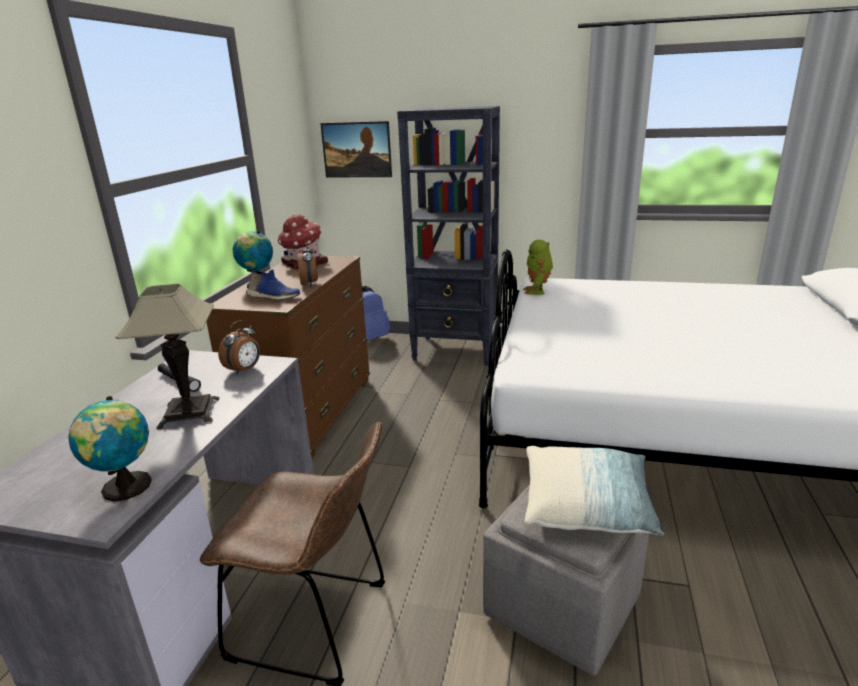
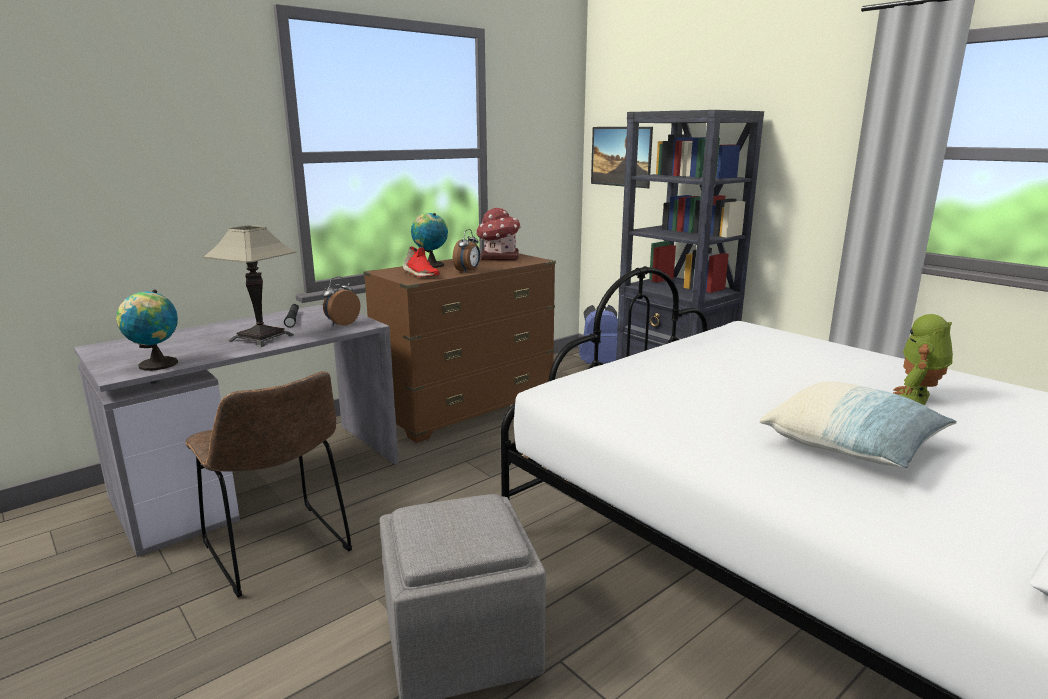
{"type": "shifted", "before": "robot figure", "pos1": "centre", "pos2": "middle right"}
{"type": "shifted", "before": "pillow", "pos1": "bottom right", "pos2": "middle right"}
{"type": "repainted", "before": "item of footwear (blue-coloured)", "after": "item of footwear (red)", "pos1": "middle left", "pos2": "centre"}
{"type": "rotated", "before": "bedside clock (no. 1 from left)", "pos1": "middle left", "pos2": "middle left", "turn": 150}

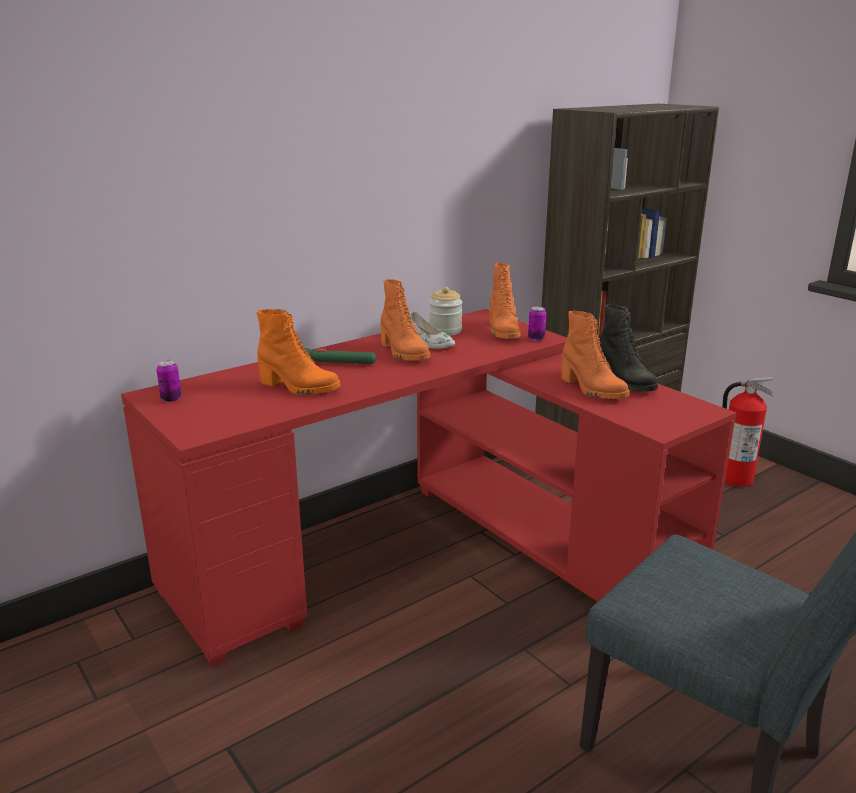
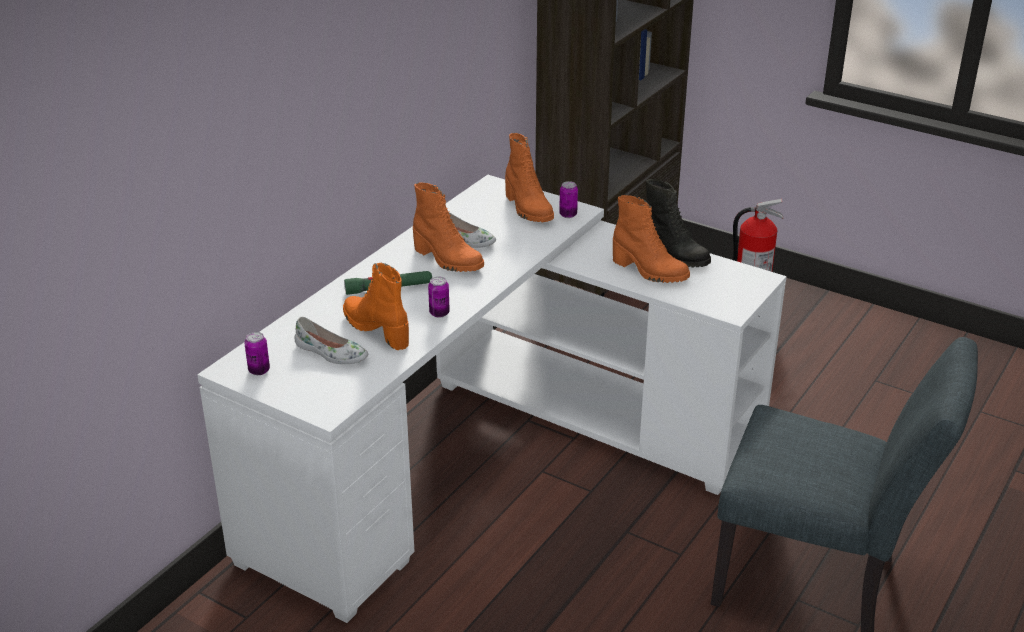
{"type": "gone", "before": "preserve jar", "pos1": "centre"}
{"type": "new", "after": "item of footwear (white) (no. 1 from left)", "pos2": "middle left"}
{"type": "new", "after": "metal can (no. 2 from left)", "pos2": "centre"}
{"type": "repainted", "before": "desk unit (red)", "after": "desk unit (white)", "pos1": "centre", "pos2": "centre"}
{"type": "rotated", "before": "boot (orange-coloured) (no. 1 from left)", "pos1": "centre", "pos2": "centre", "turn": -135}

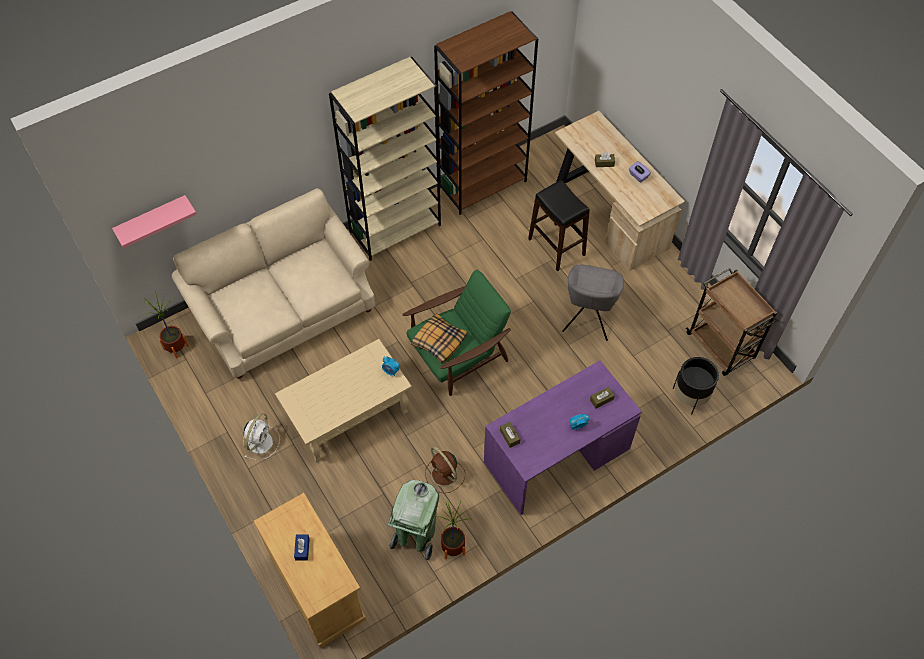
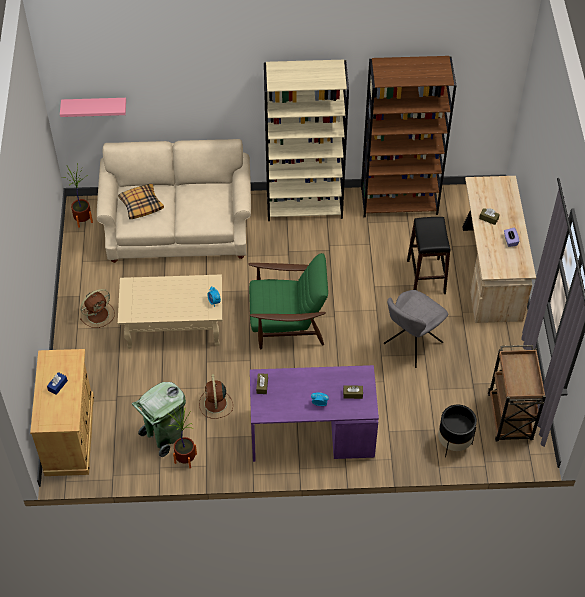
{"type": "shifted", "before": "pillow", "pos1": "centre", "pos2": "middle left"}
{"type": "repainted", "before": "cooling fan (white)", "after": "cooling fan (brownish) (no. 1 from left)", "pos1": "middle left", "pos2": "middle left"}

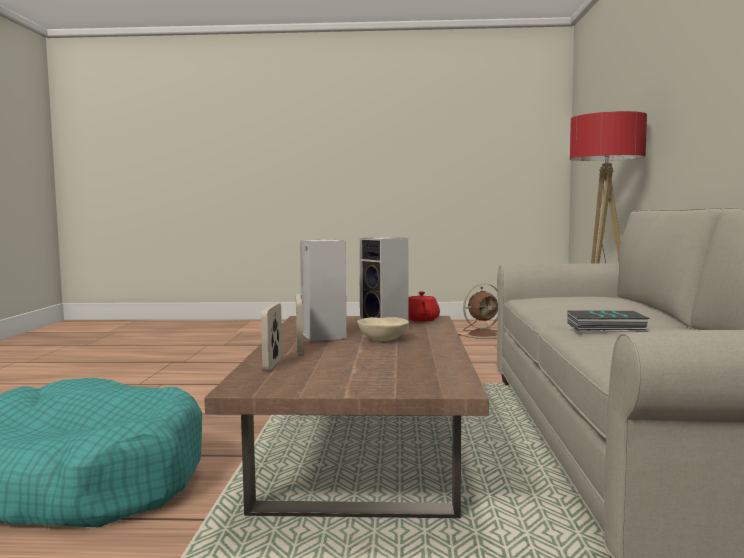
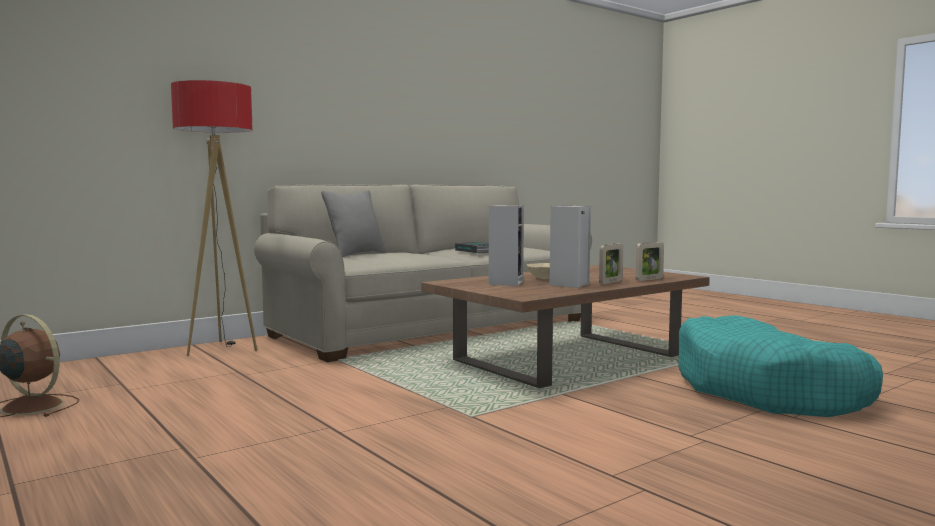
{"type": "gone", "before": "tea pot (red)", "pos1": "centre"}
{"type": "new", "after": "pillow (greyish)", "pos2": "centre"}

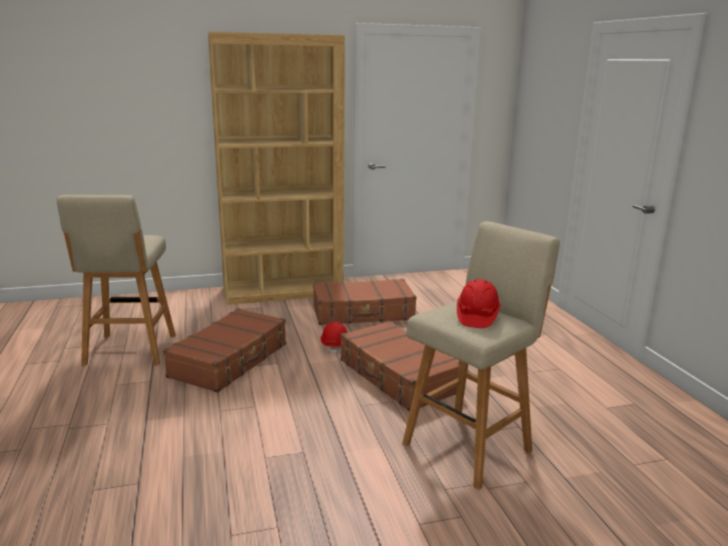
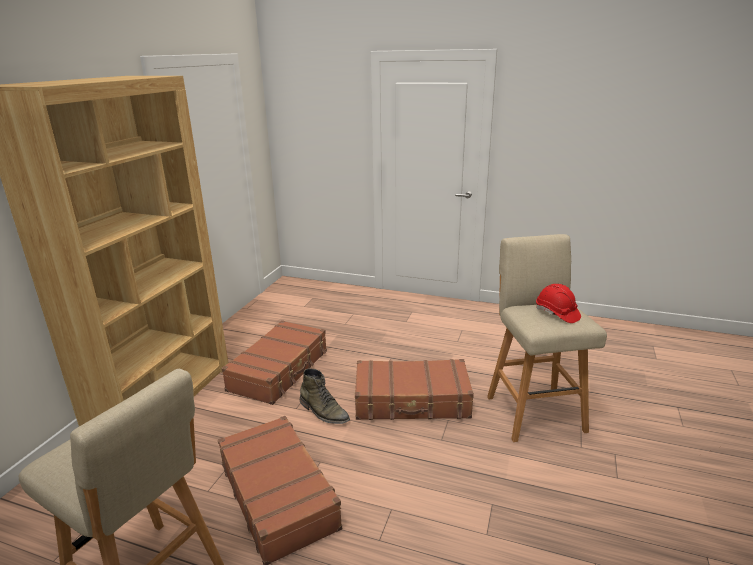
{"type": "swapped", "before": "work helmet (red) (no. 1 from left)", "after": "boot (green)", "pos1": "centre", "pos2": "bottom centre"}

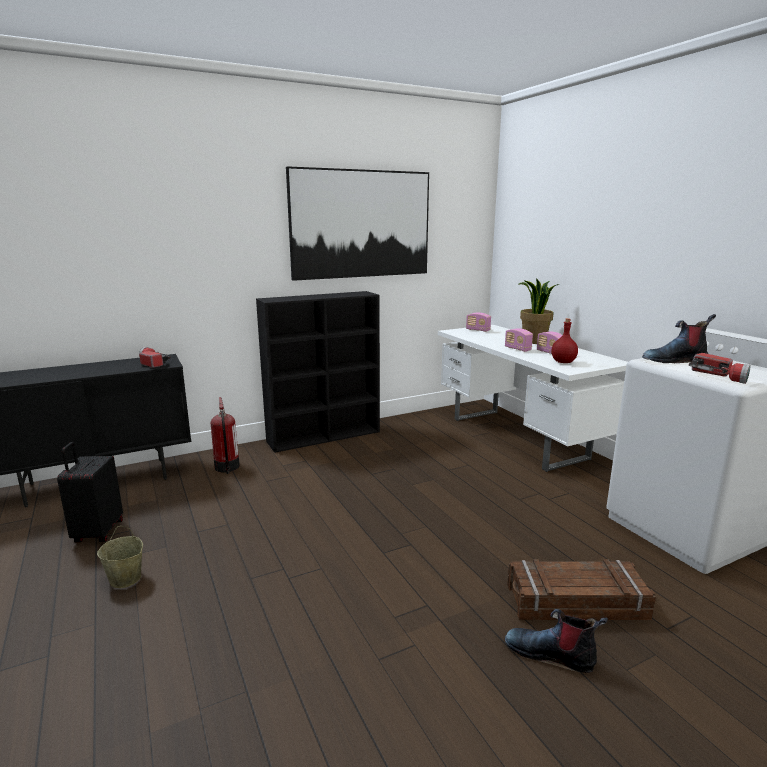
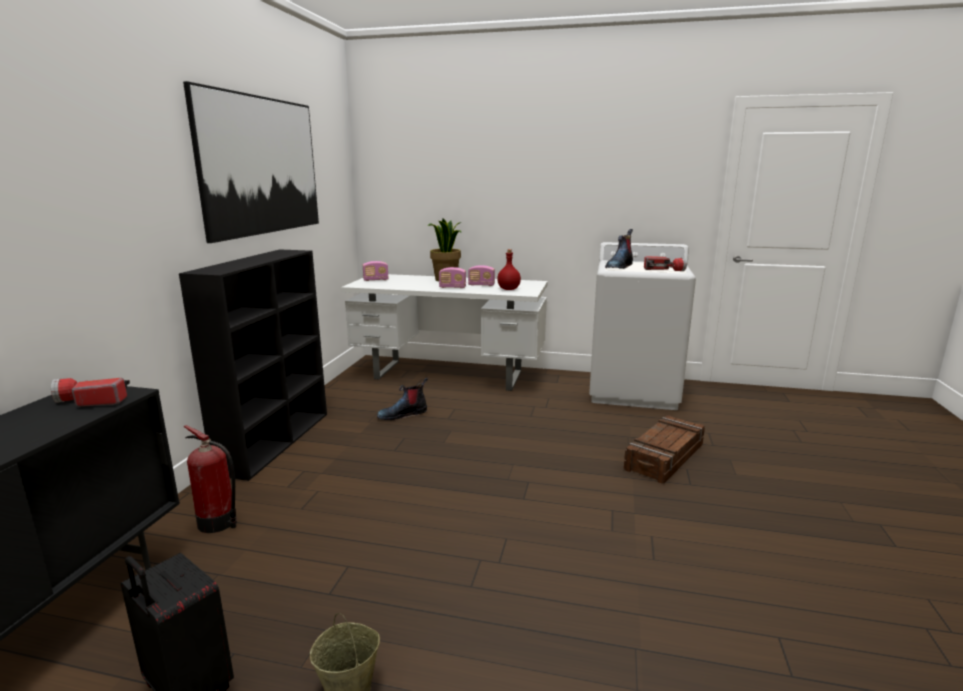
{"type": "shifted", "before": "boot (no. 1 from left)", "pos1": "bottom right", "pos2": "centre"}

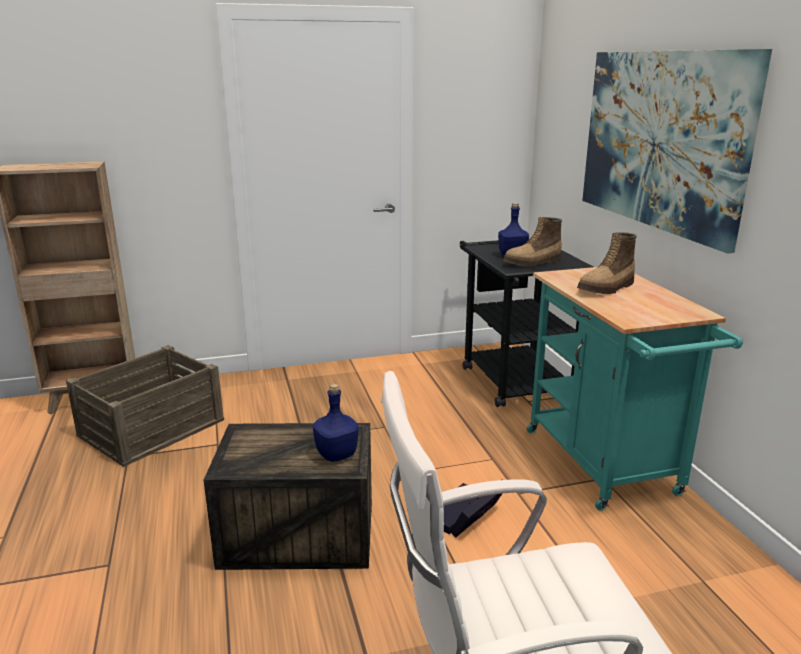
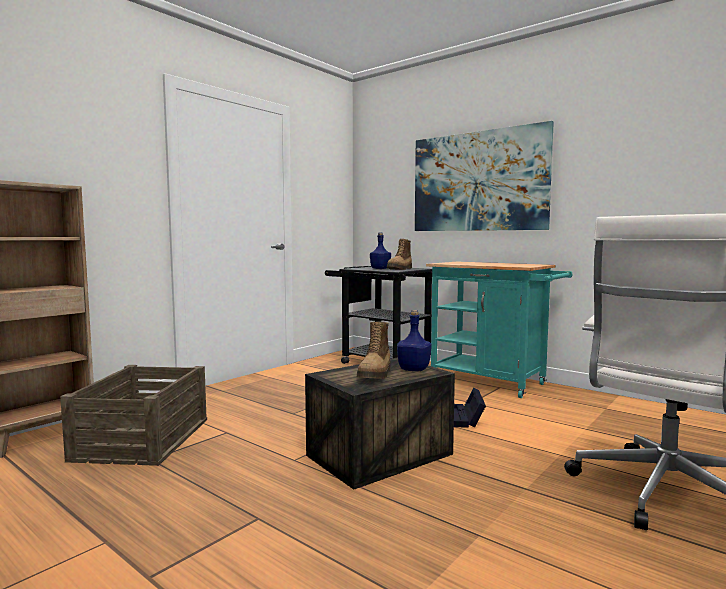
{"type": "shifted", "before": "boot (no. 2 from left in the first image)", "after": "boot (no. 1 from left)", "pos1": "middle right", "pos2": "centre"}

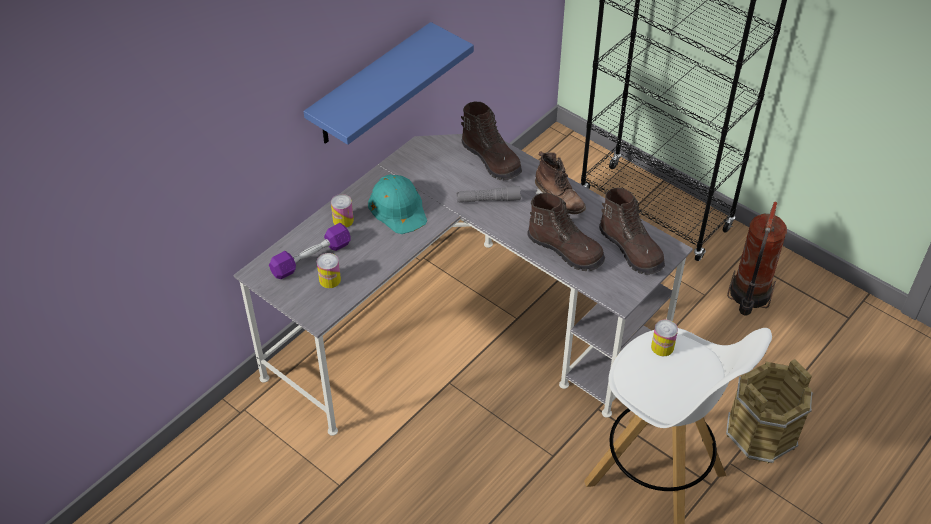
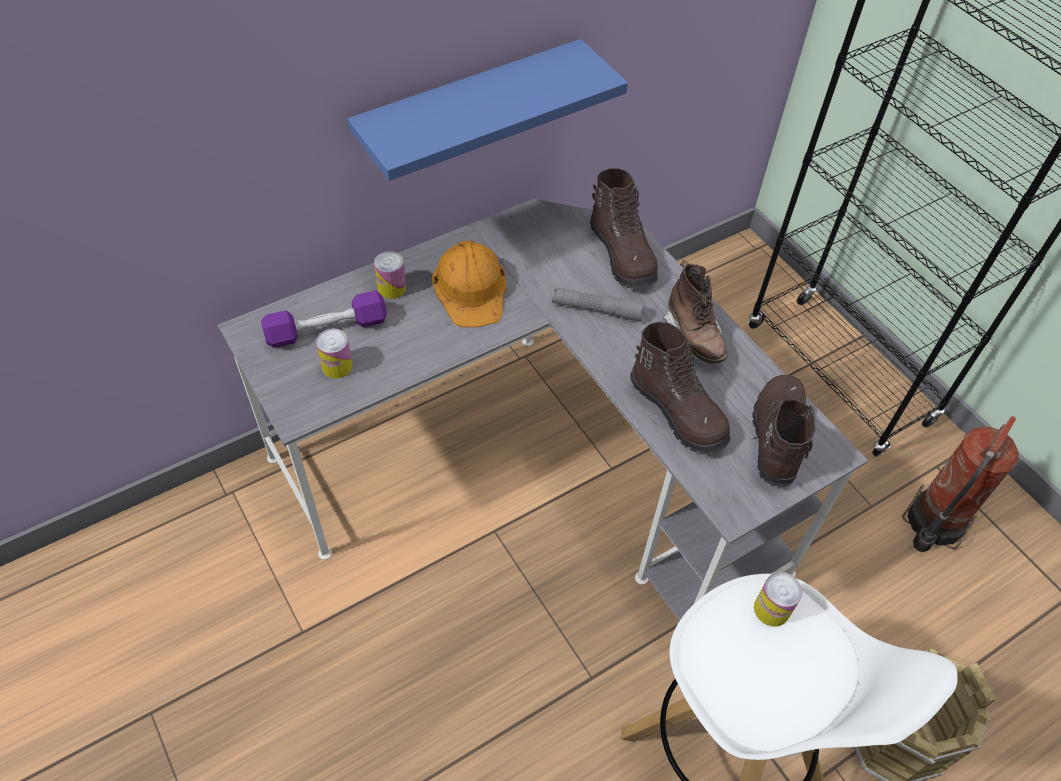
{"type": "repainted", "before": "work helmet (turquoise)", "after": "work helmet (orange-coloured)", "pos1": "centre", "pos2": "centre"}
{"type": "rotated", "before": "boot (brownish) (no. 4 from left)", "pos1": "middle right", "pos2": "middle right", "turn": -150}

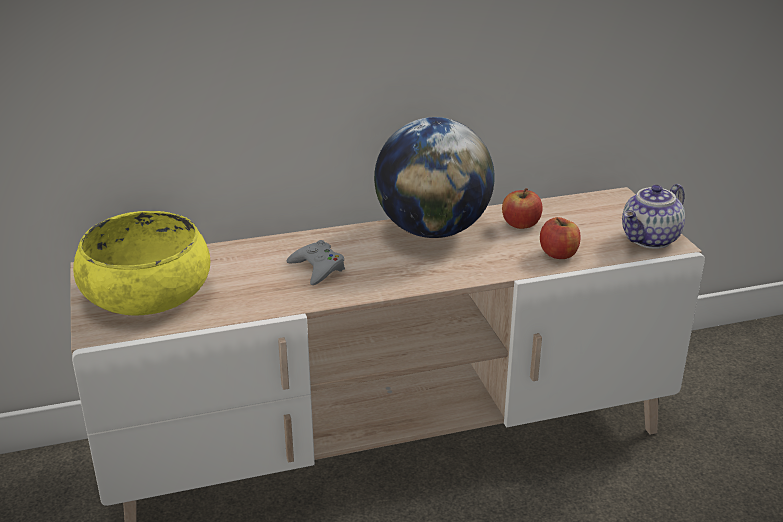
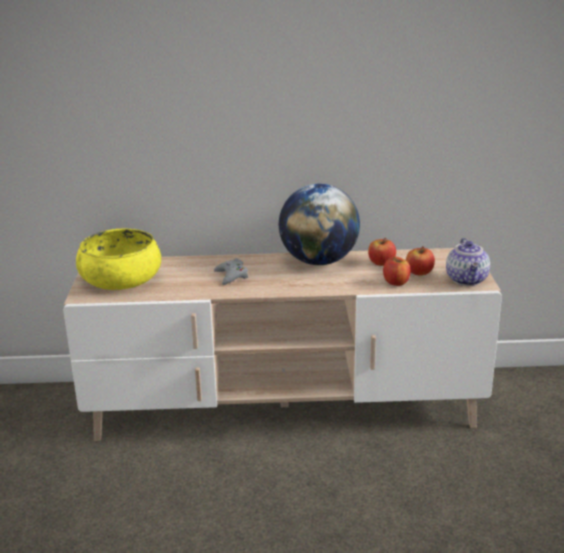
{"type": "new", "after": "whole apple (no. 3 from left)", "pos2": "middle right"}
{"type": "rotated", "before": "tea pot", "pos1": "middle right", "pos2": "middle right", "turn": -60}

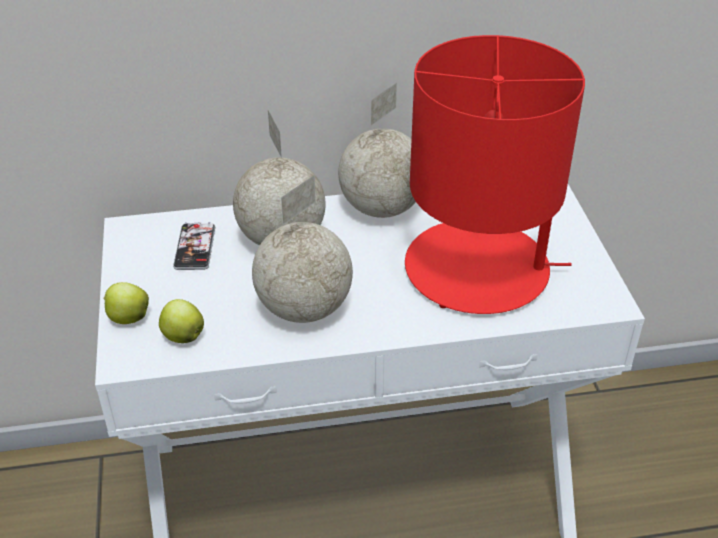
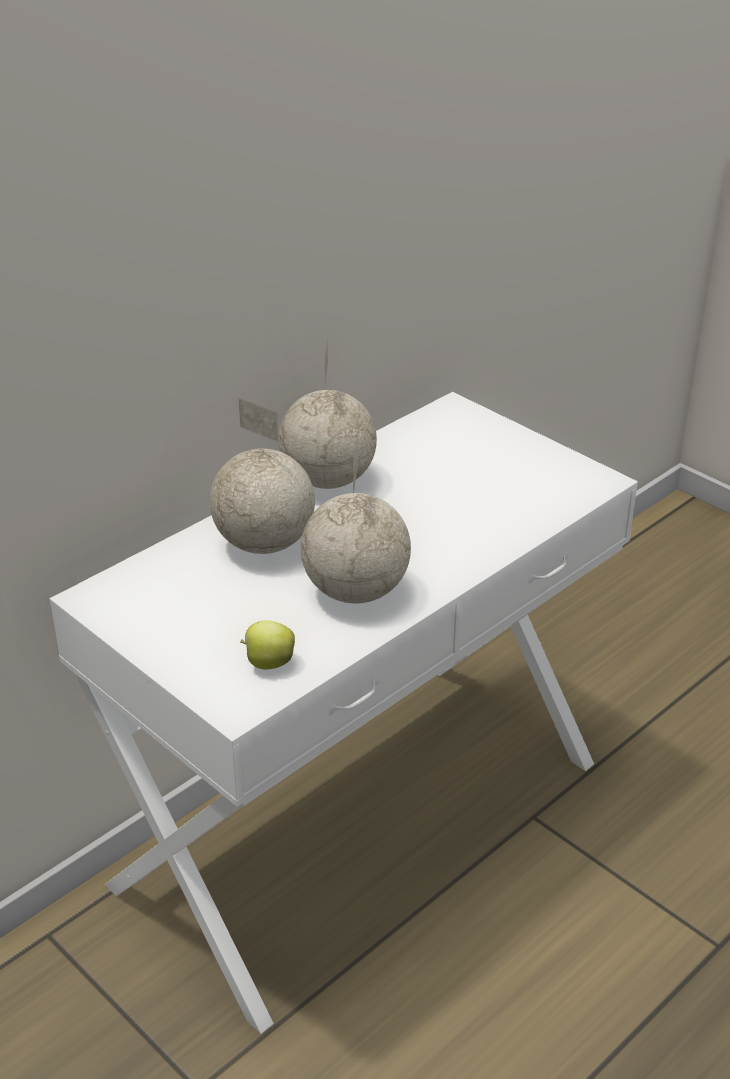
{"type": "gone", "before": "whole apple (no. 1 from left)", "pos1": "middle left"}
{"type": "gone", "before": "telephone", "pos1": "middle left"}
{"type": "gone", "before": "lamp for a table (red)", "pos1": "top right"}

